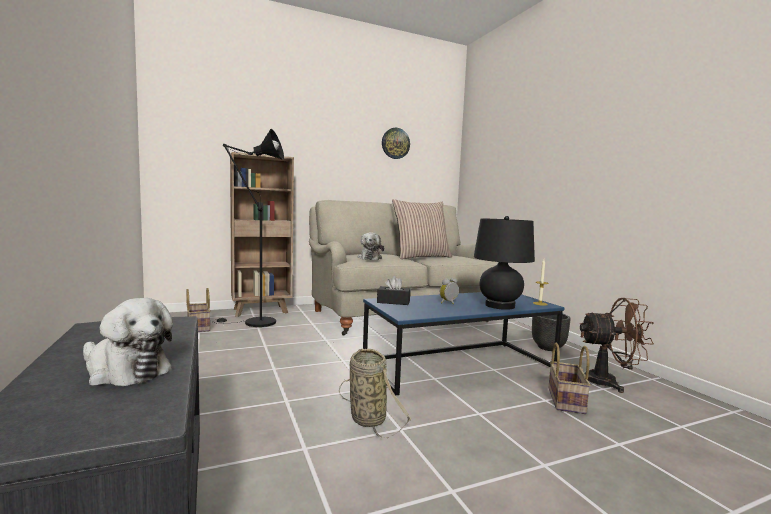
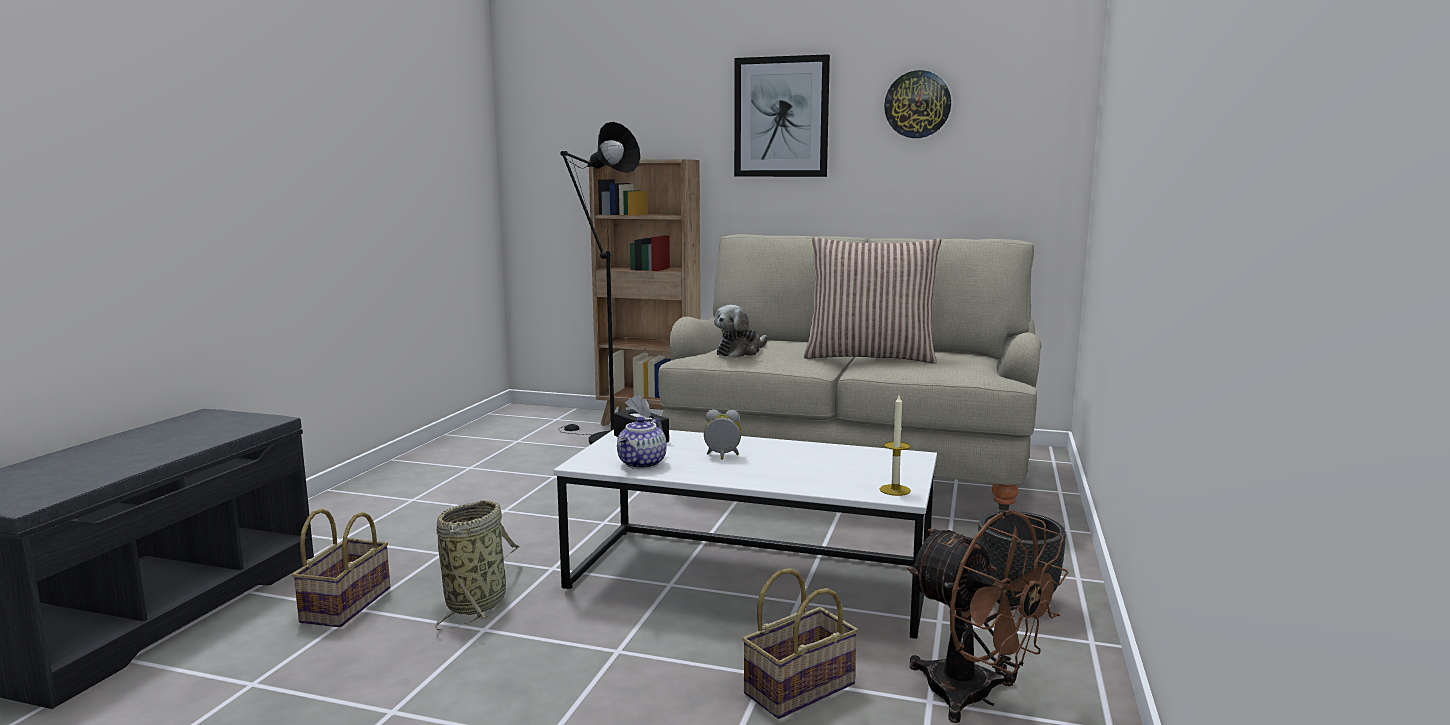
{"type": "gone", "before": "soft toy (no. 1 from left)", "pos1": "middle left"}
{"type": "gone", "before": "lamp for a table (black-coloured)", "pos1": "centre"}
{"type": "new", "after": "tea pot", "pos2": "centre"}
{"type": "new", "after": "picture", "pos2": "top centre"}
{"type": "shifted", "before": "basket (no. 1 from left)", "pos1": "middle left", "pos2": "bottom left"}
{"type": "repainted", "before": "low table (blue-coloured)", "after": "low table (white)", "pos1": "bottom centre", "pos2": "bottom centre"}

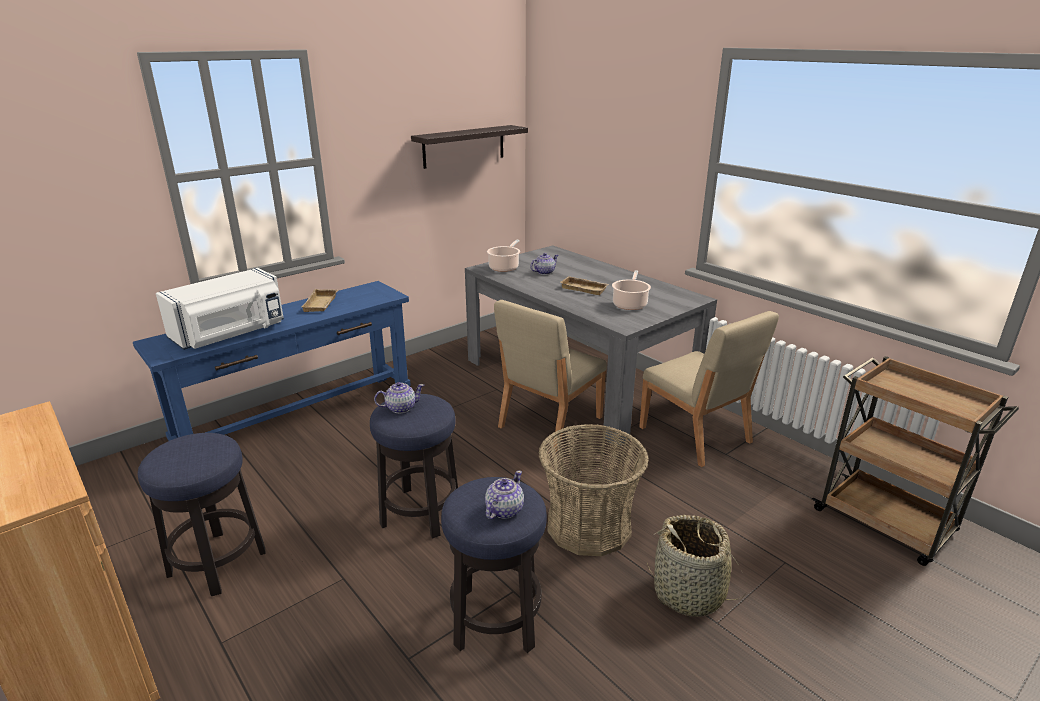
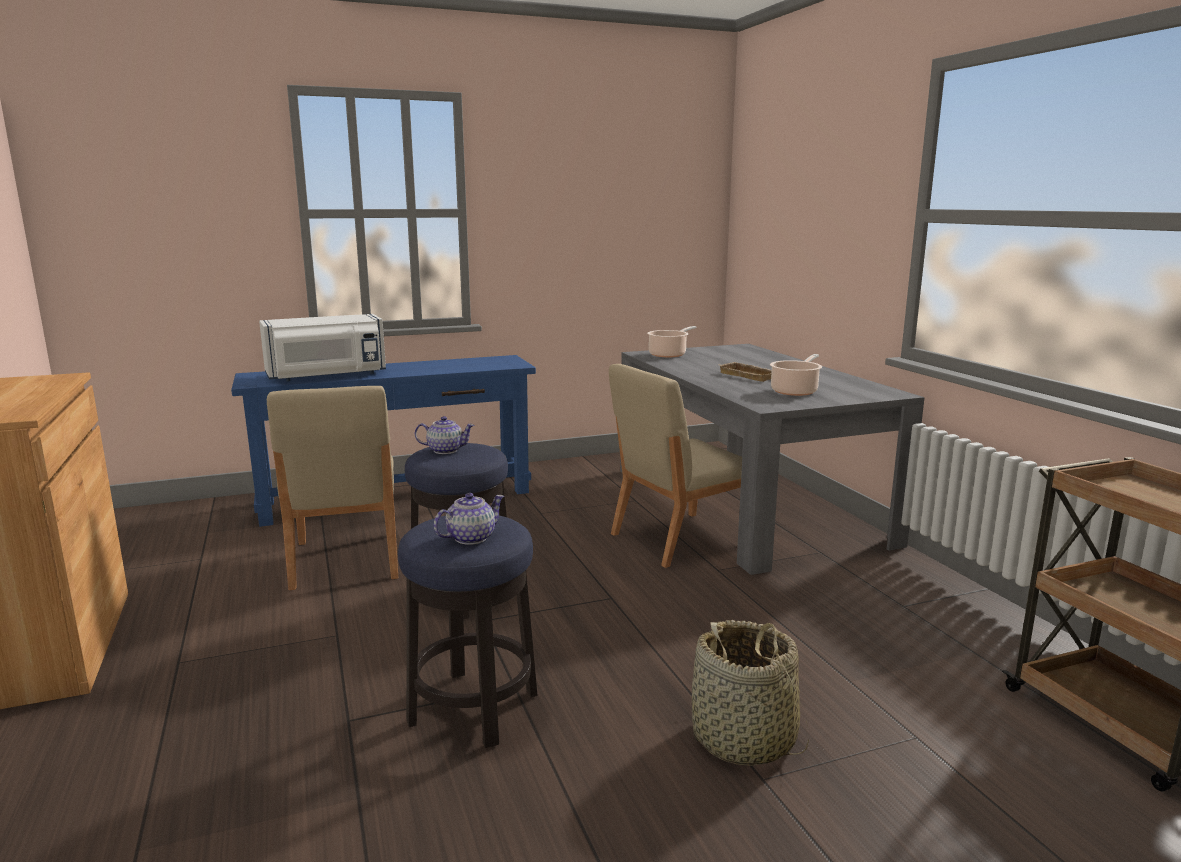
{"type": "gone", "before": "sitting stool (no. 1 from left)", "pos1": "bottom left"}
{"type": "gone", "before": "serving tray (sand-coloured) (no. 1 from left)", "pos1": "middle left"}
{"type": "gone", "before": "bracket shelf", "pos1": "top centre"}
{"type": "gone", "before": "tea pot (no. 3 from left)", "pos1": "centre"}
{"type": "gone", "before": "basket (no. 1 from left)", "pos1": "bottom centre"}
{"type": "shifted", "before": "plain chair (sand-coloured) (no. 2 from left in the first image)", "after": "plain chair (sand-coloured) (no. 1 from left)", "pos1": "middle right", "pos2": "middle left"}

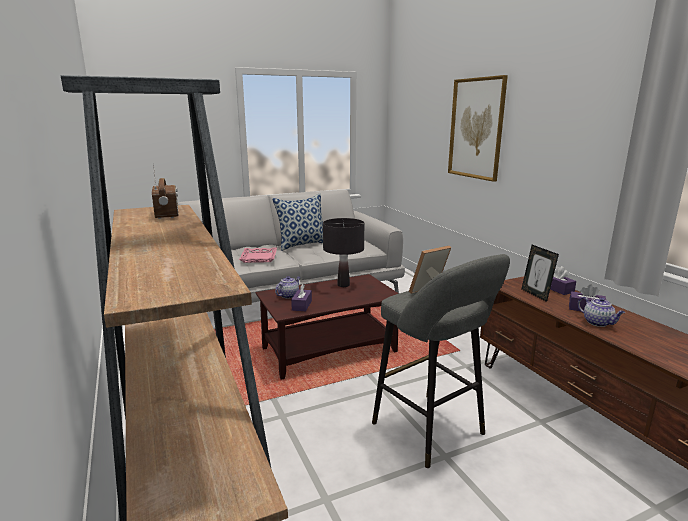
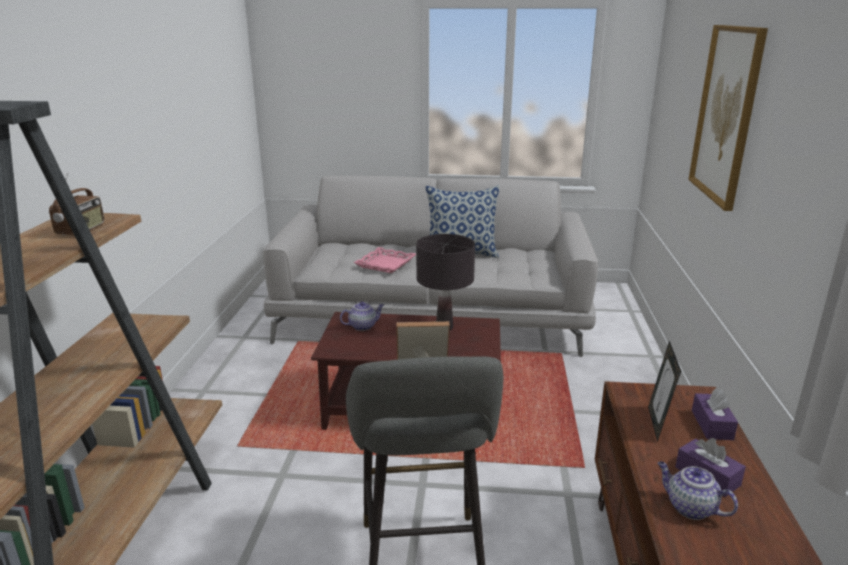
{"type": "gone", "before": "tissue holder (purple-coloured) (no. 1 from left)", "pos1": "centre"}
{"type": "rotated", "before": "tea pot (no. 2 from left)", "pos1": "middle right", "pos2": "bottom right", "turn": 135}

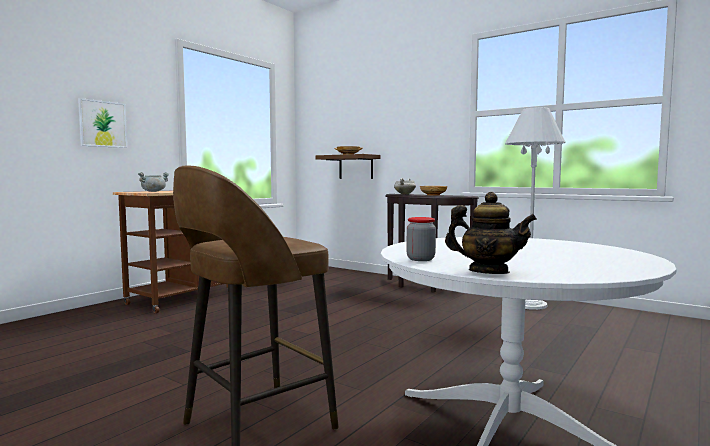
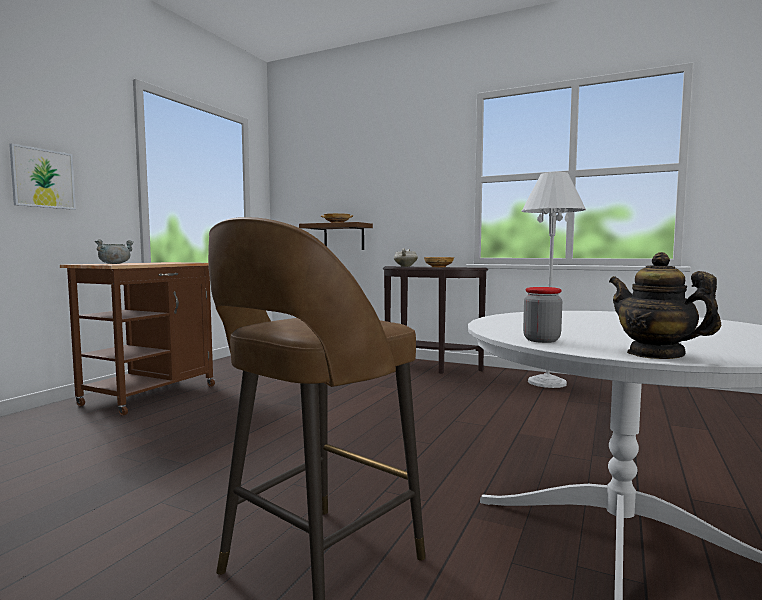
{"type": "rotated", "before": "tea pot", "pos1": "middle right", "pos2": "middle right", "turn": -135}

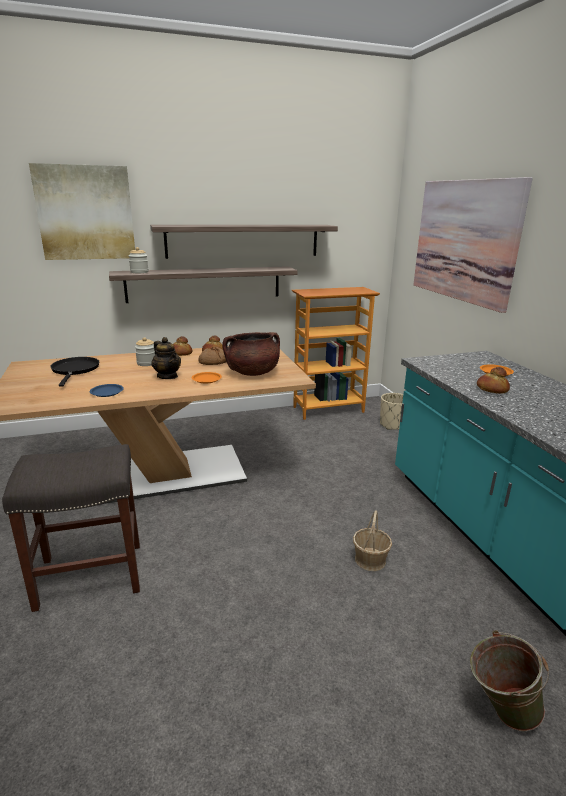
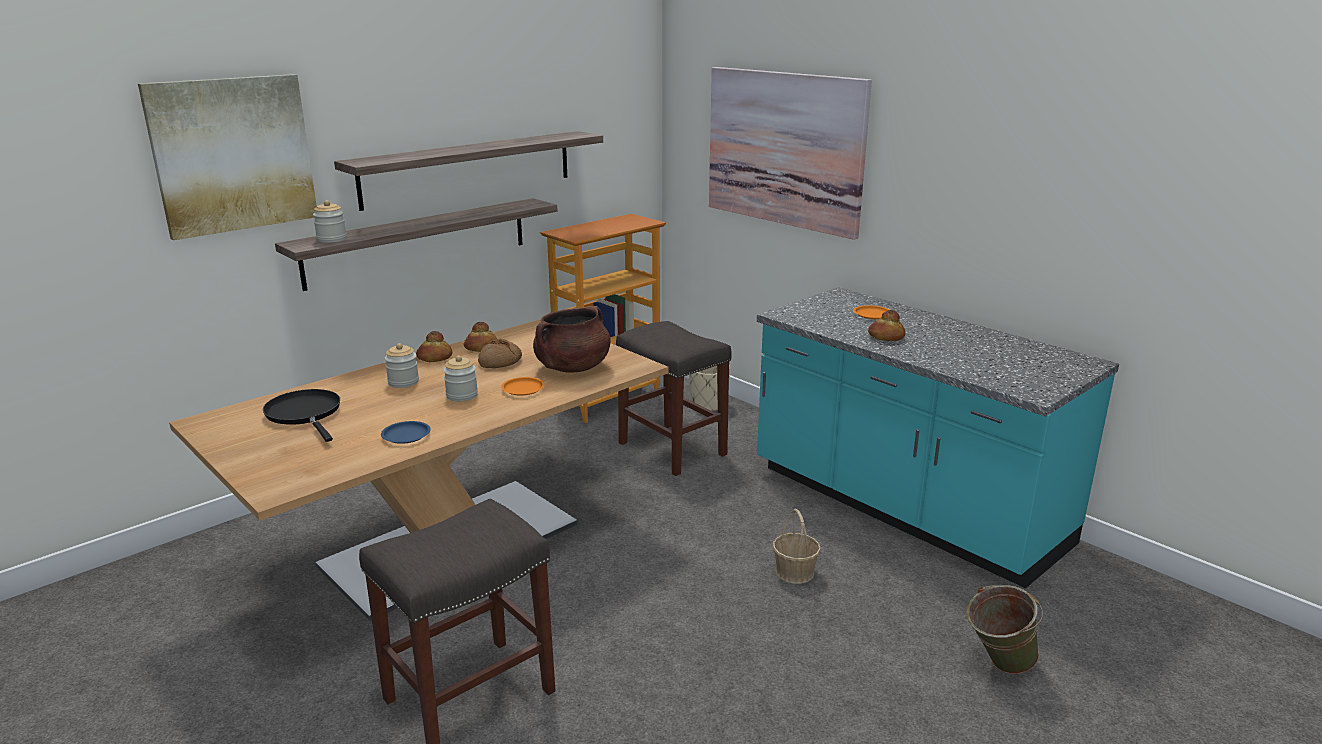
{"type": "new", "after": "sitting stool (greyish) (no. 2 from left)", "pos2": "centre"}
{"type": "swapped", "before": "tea pot", "after": "preserve jar (no. 3 from left)", "pos1": "middle left", "pos2": "centre"}

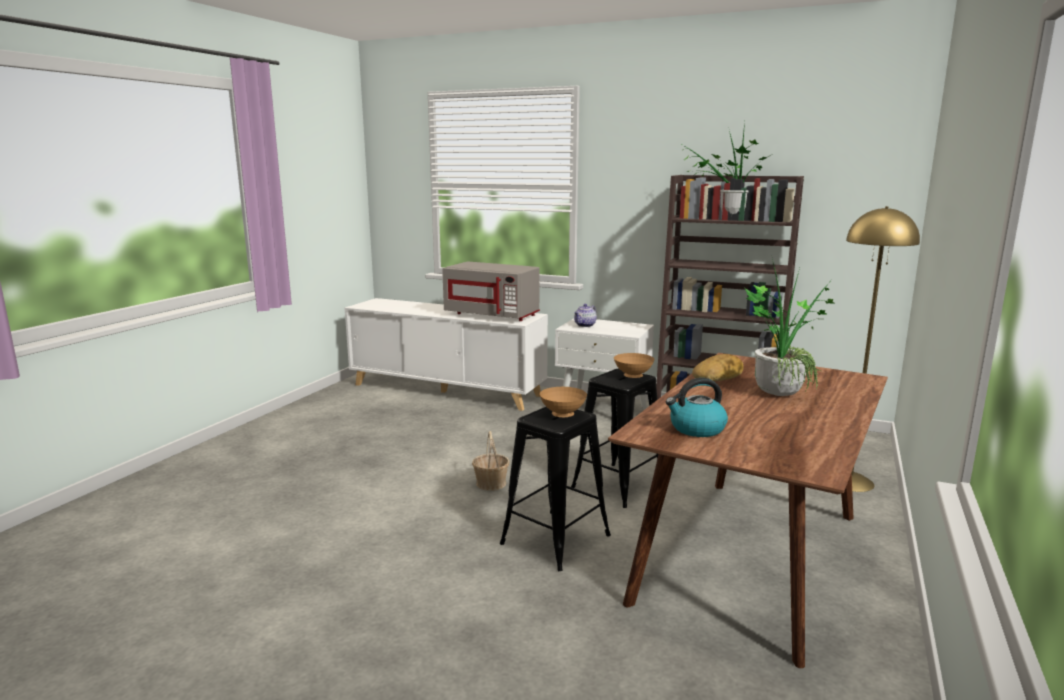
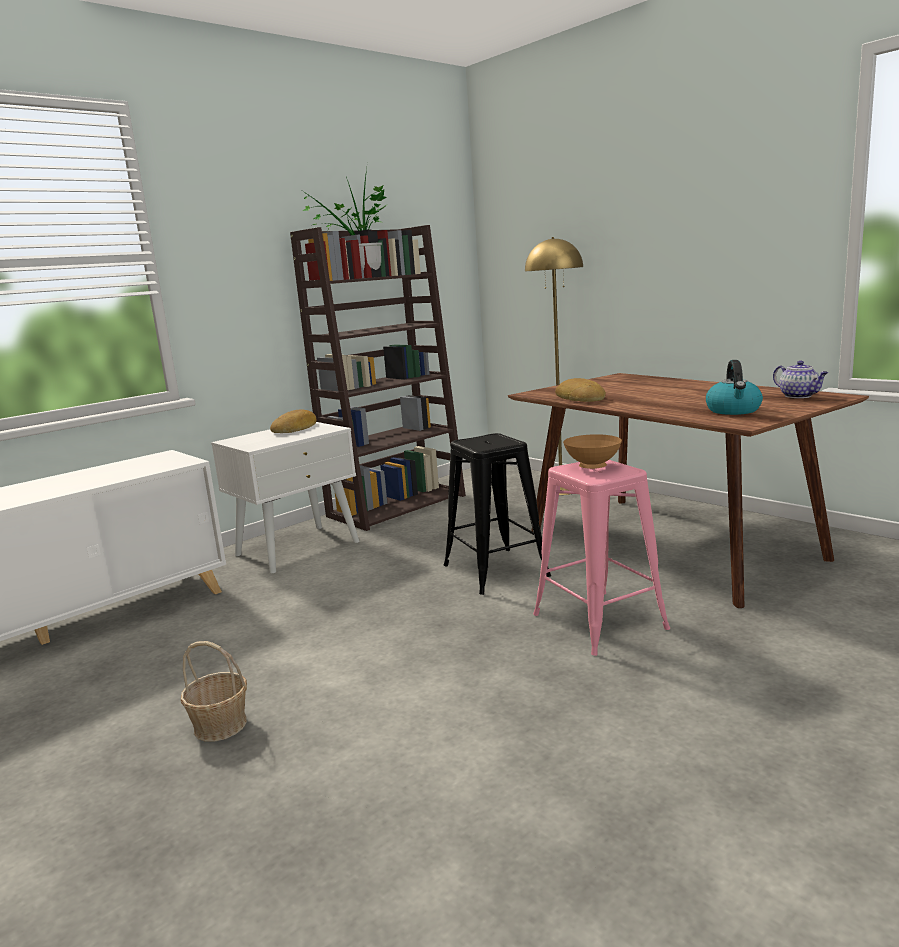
{"type": "gone", "before": "microwave (greyish)", "pos1": "centre"}
{"type": "gone", "before": "serving bowl (brownish) (no. 2 from left)", "pos1": "centre"}
{"type": "gone", "before": "plant in a pot (no. 2 from left)", "pos1": "middle right"}
{"type": "new", "after": "bakery bread (no. 1 from left)", "pos2": "middle left"}
{"type": "shifted", "before": "basket", "pos1": "centre", "pos2": "bottom left"}
{"type": "shifted", "before": "tea pot", "pos1": "centre", "pos2": "middle right"}
{"type": "repainted", "before": "sitting stool (black-coloured) (no. 1 from left)", "after": "sitting stool (pink)", "pos1": "bottom centre", "pos2": "middle right"}

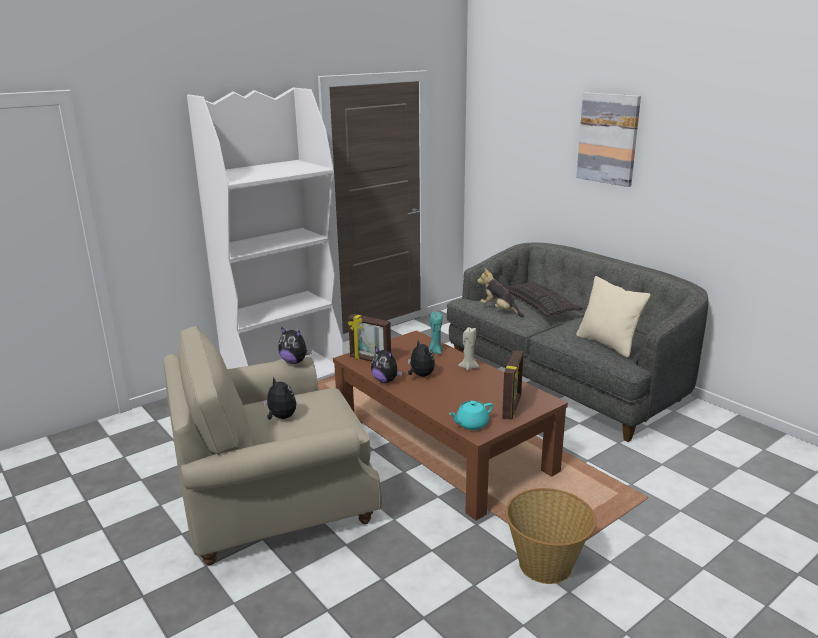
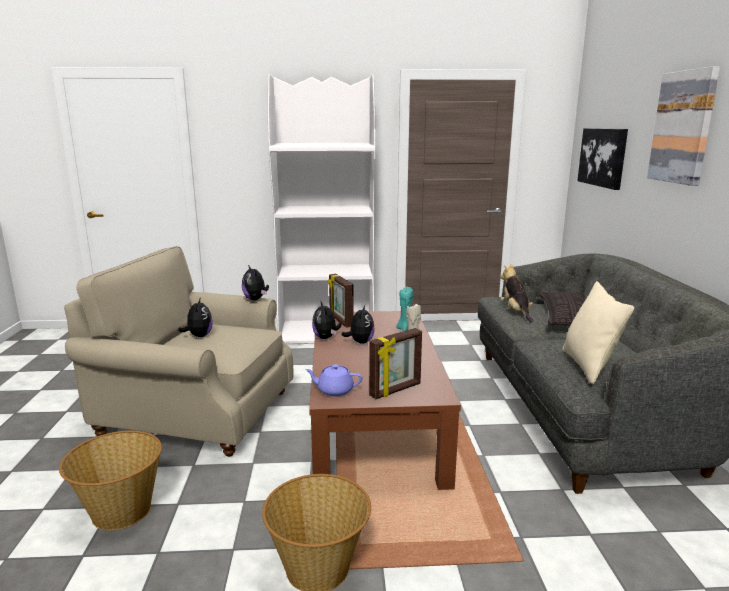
{"type": "new", "after": "basket (no. 1 from left)", "pos2": "bottom left"}
{"type": "new", "after": "picture (no. 1 from left)", "pos2": "top right"}
{"type": "repainted", "before": "tea pot (turquoise)", "after": "tea pot (purple-coloured)", "pos1": "centre", "pos2": "centre"}

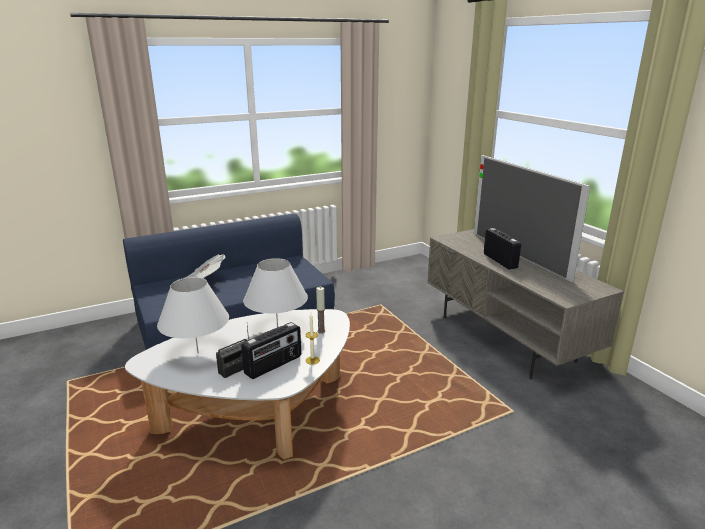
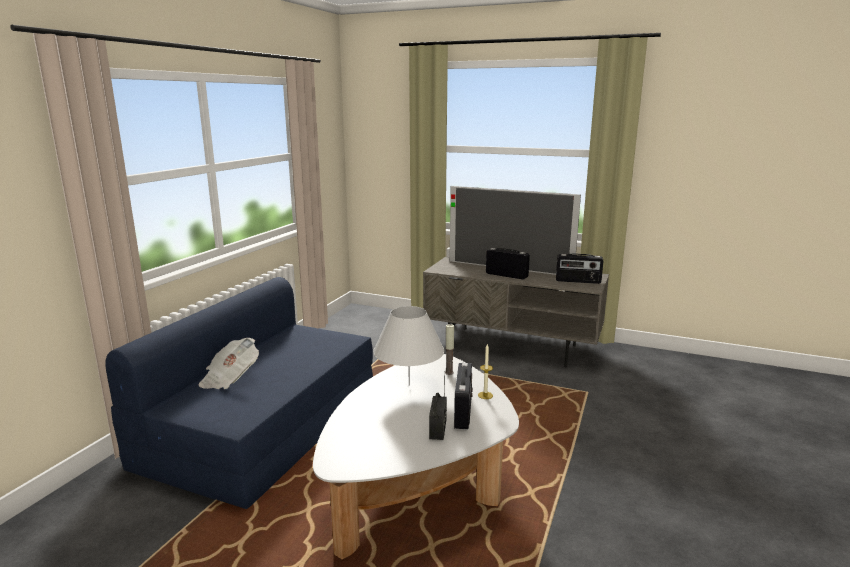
{"type": "gone", "before": "lamp for a table (white) (no. 1 from left)", "pos1": "middle left"}
{"type": "new", "after": "radio receiver (no. 4 from left)", "pos2": "middle right"}

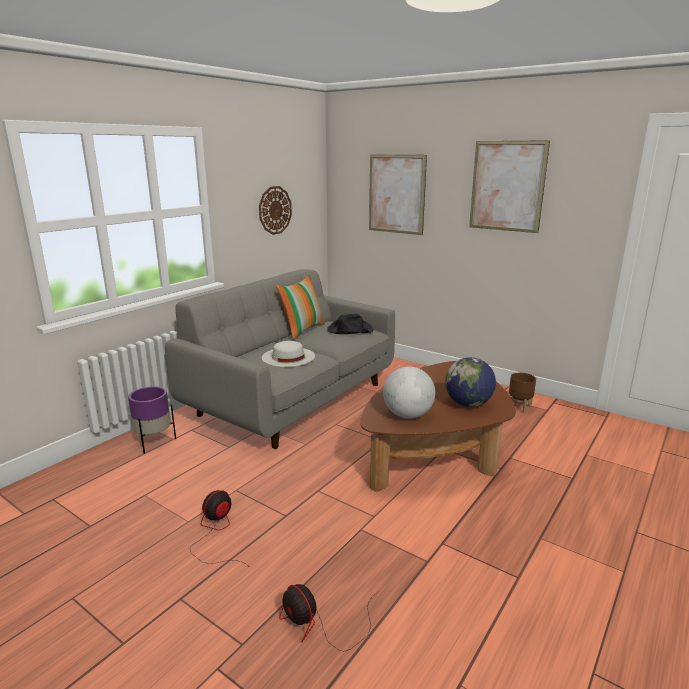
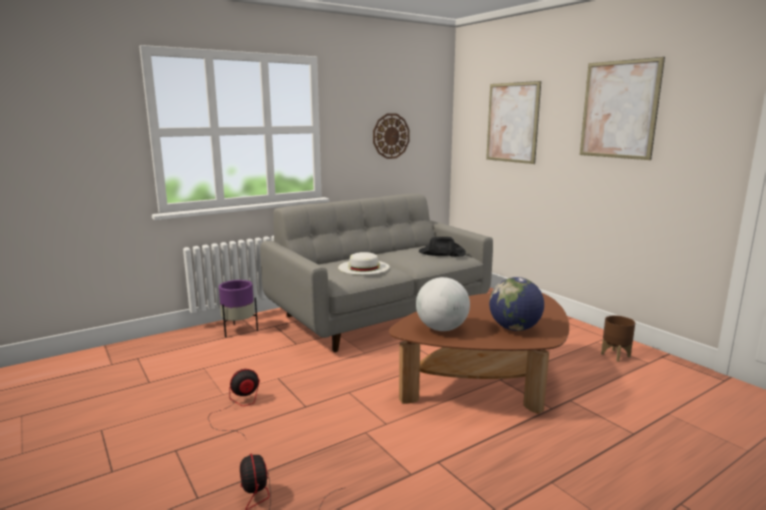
{"type": "gone", "before": "pillow", "pos1": "centre"}

